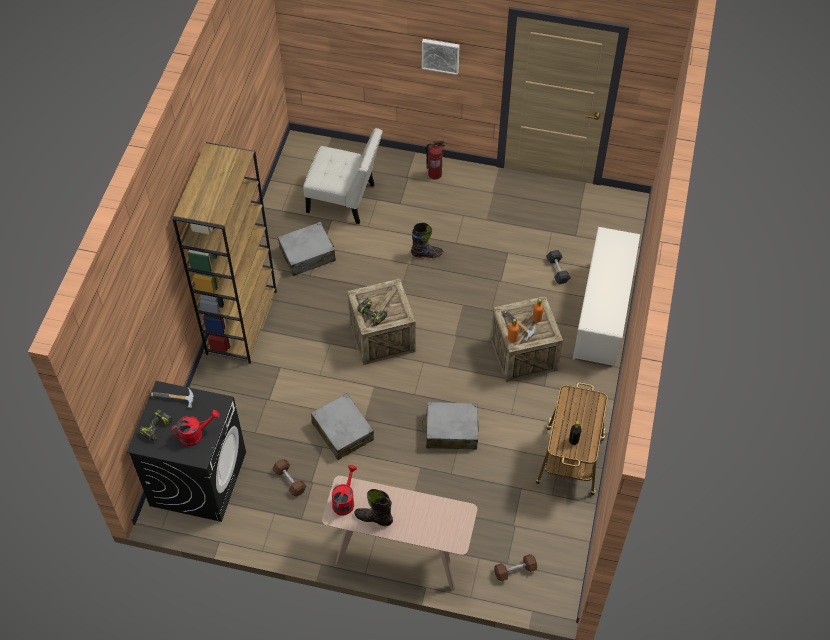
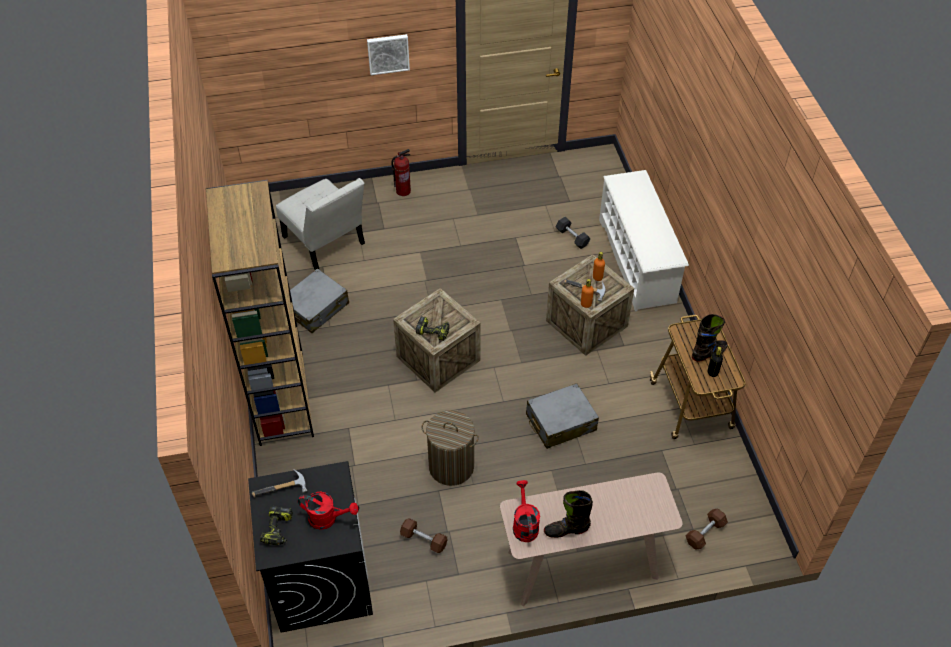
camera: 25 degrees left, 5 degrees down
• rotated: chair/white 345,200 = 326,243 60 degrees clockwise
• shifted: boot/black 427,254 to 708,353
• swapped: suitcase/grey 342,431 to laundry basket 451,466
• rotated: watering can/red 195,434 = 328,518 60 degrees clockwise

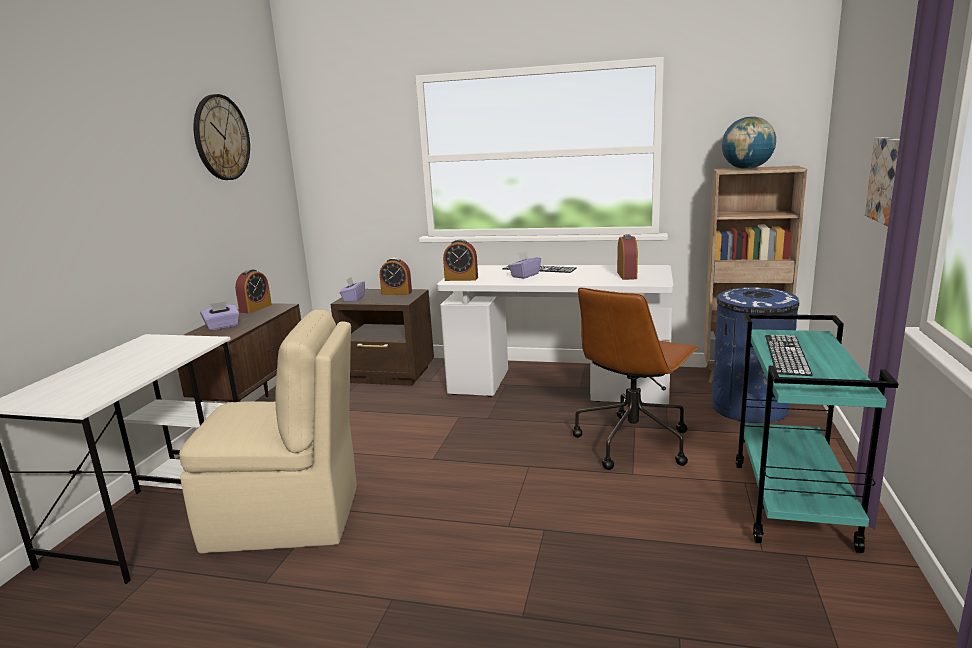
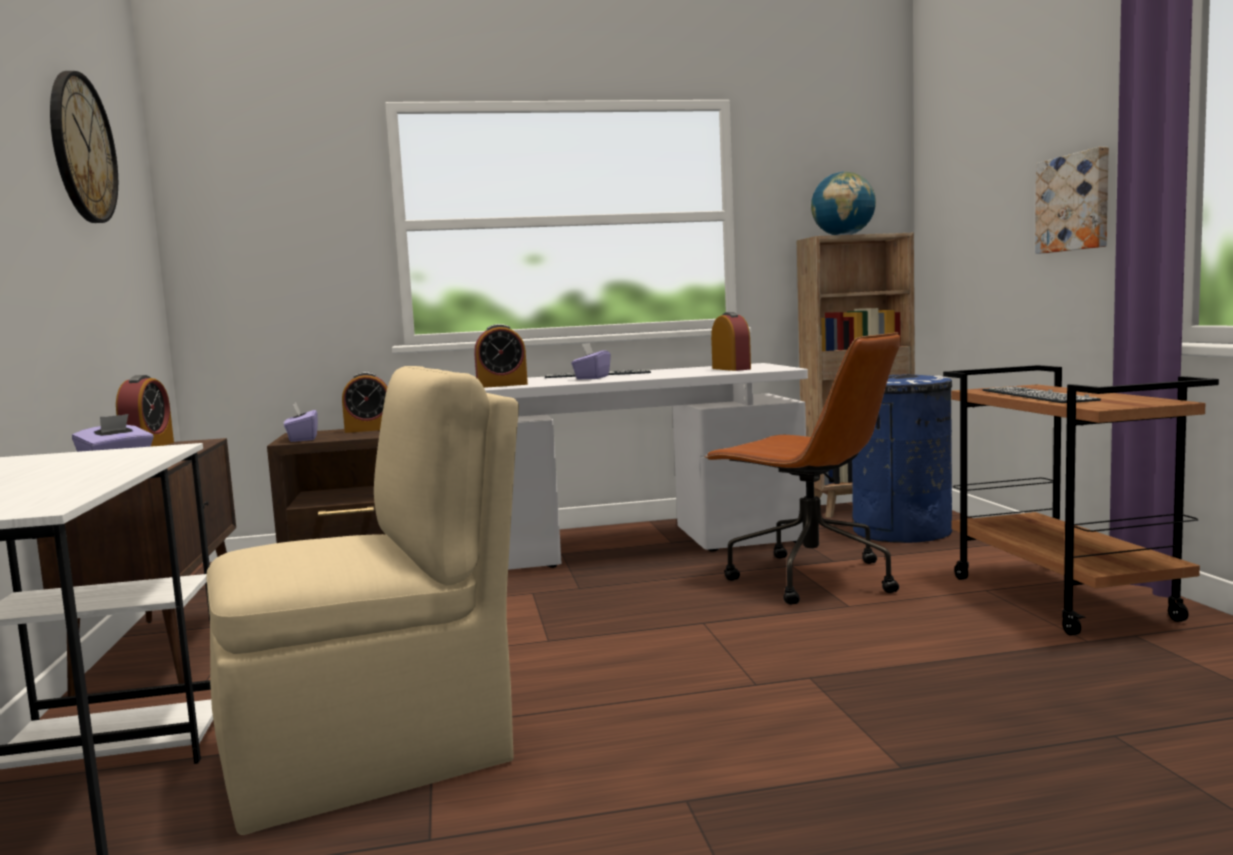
camera: 25 degrees left, 10 degrees down
• rotated: office chair/brown 633,442 = 809,578 60 degrees counterclockwise
• repainted: cart/turquoise 793,505 to cart/brown 1063,599

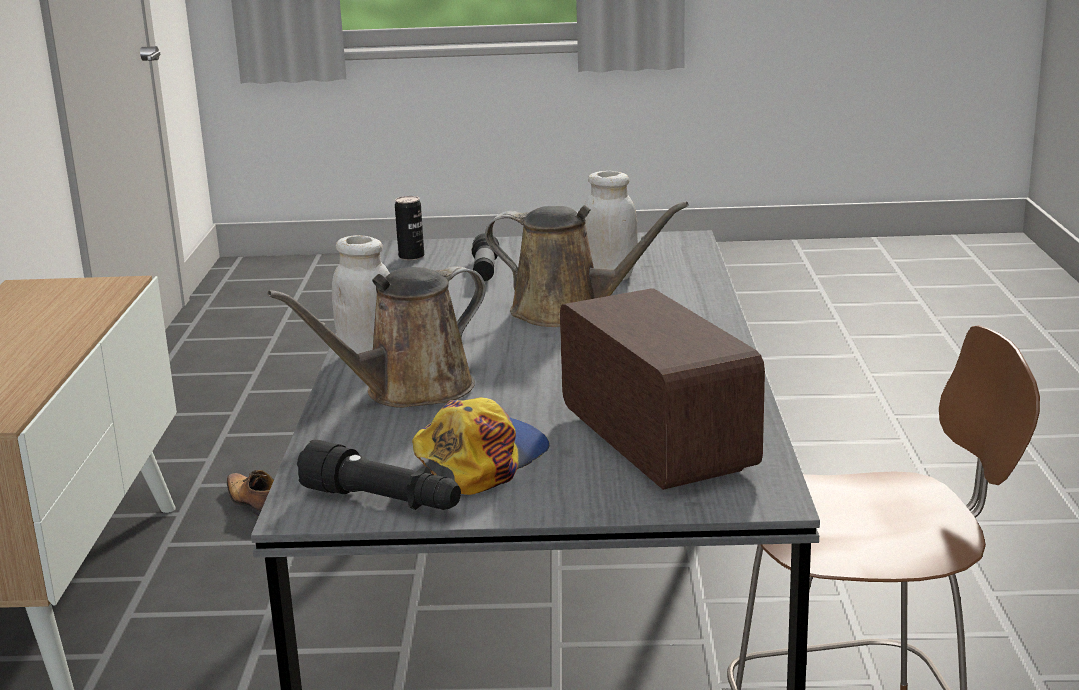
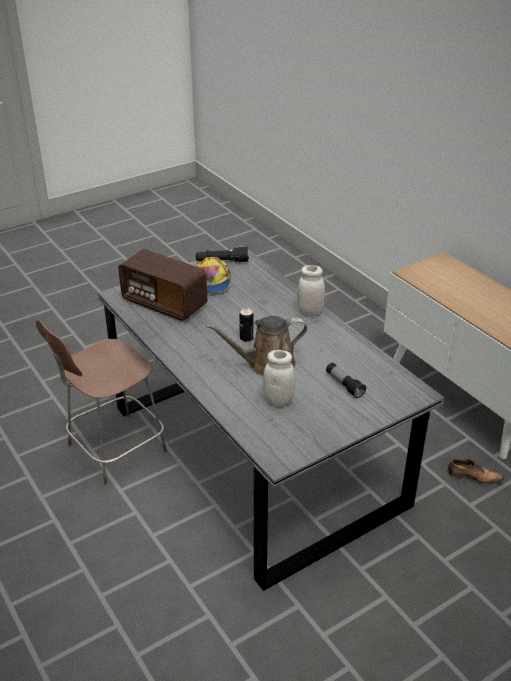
camera: 145 degrees right, 15 degrees up
• shifted: can 411,257 to 246,338
• gone: watering can/brown 409,391

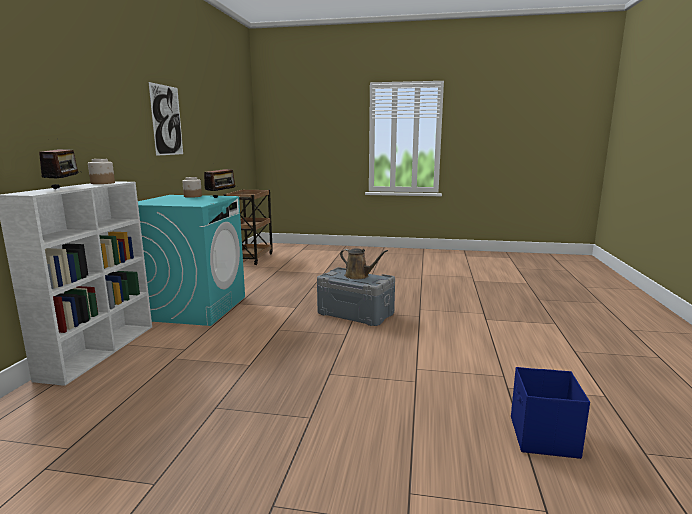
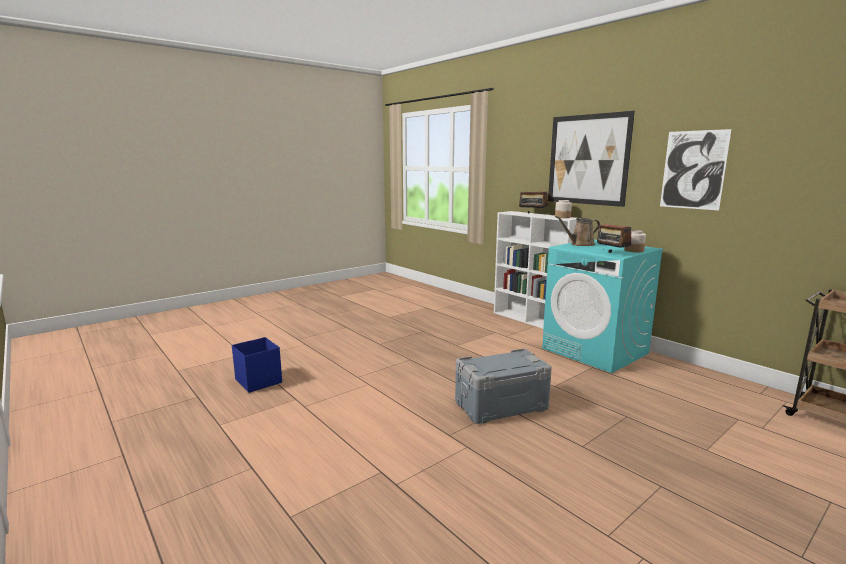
camera: 130 degrees right, 0 degrees up
• shifted: watering can/brown 359,276 to 580,244
• new: picture 587,160

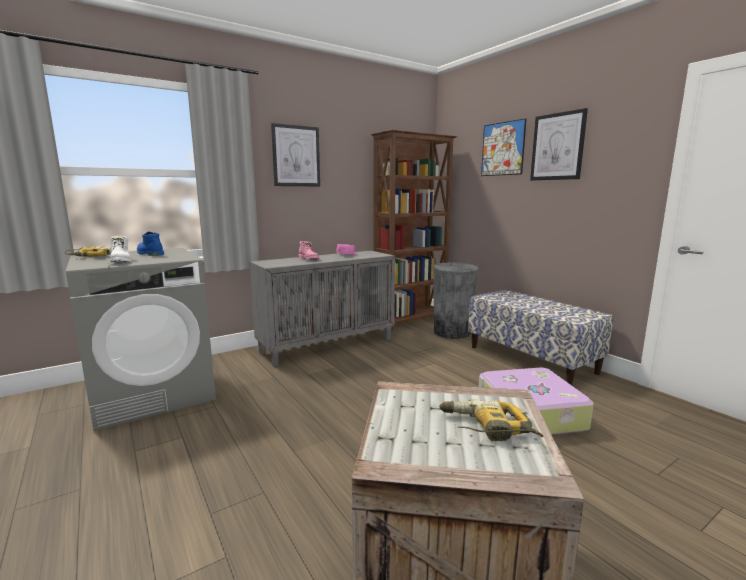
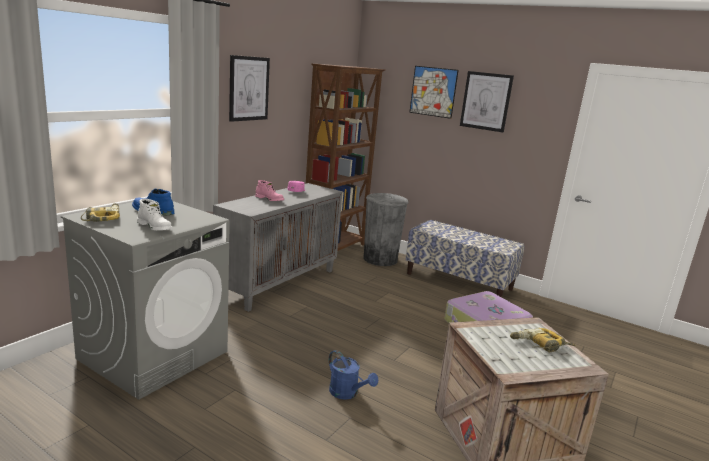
camera: 25 degrees left, 5 degrees up
• new: watering can/blue 347,393

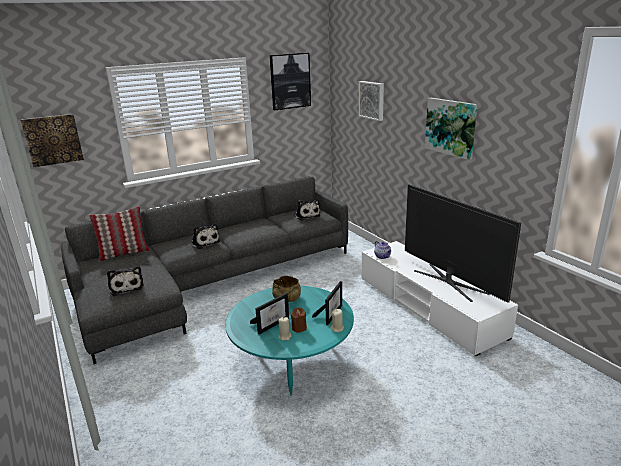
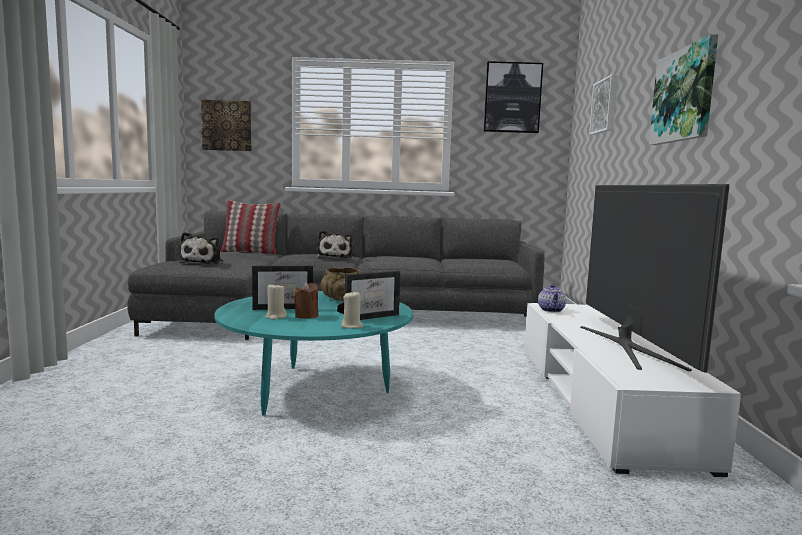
camera: 30 degrees right, 15 degrees down
• gone: plush toy 306,215

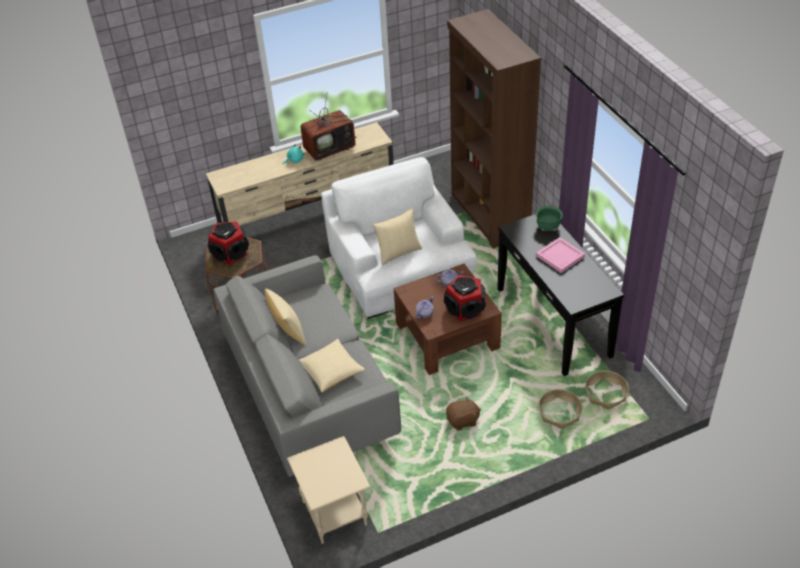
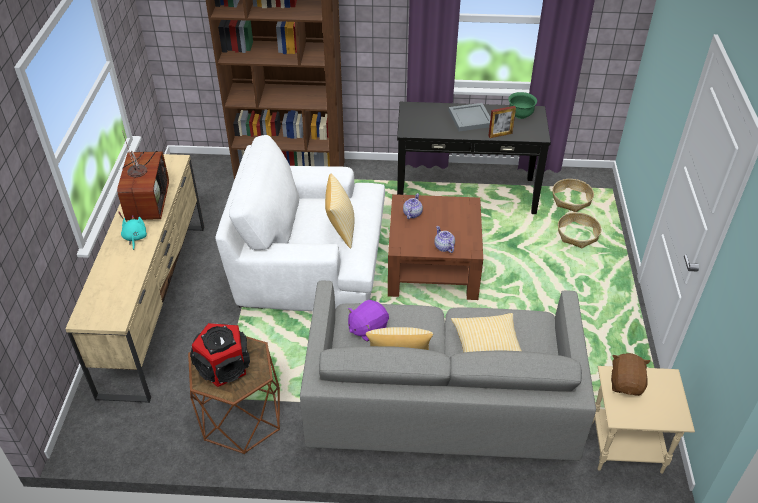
camera: 65 degrees left, 0 degrees up
• shifted: bowl/green 548,227 to 520,115
• repainted: tray/pink 560,257 to tray/grey 471,119
• gone: speaker 466,309
• shifted: plush toy/brown 463,421 to 626,383
• new: picture frame 500,135
• new: plush toy/purple 367,328

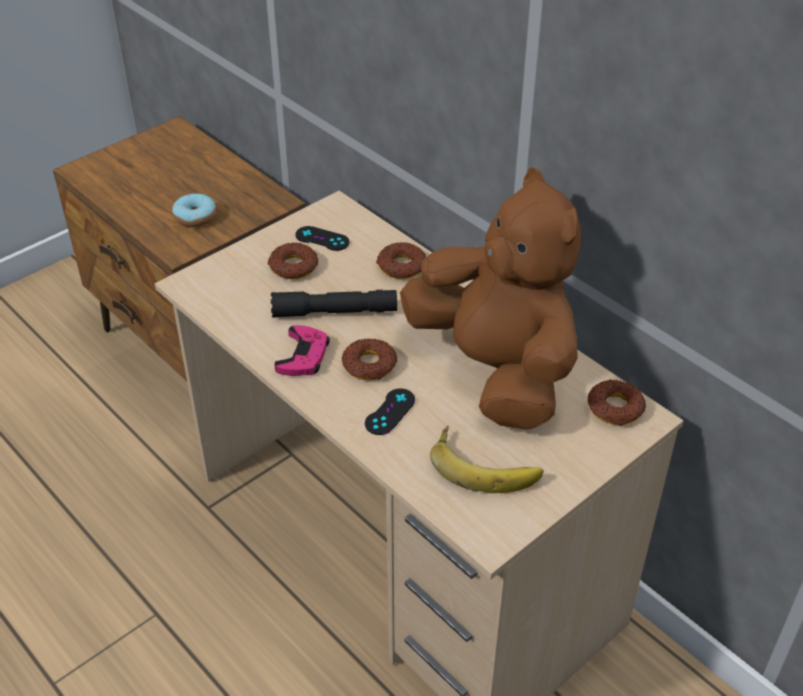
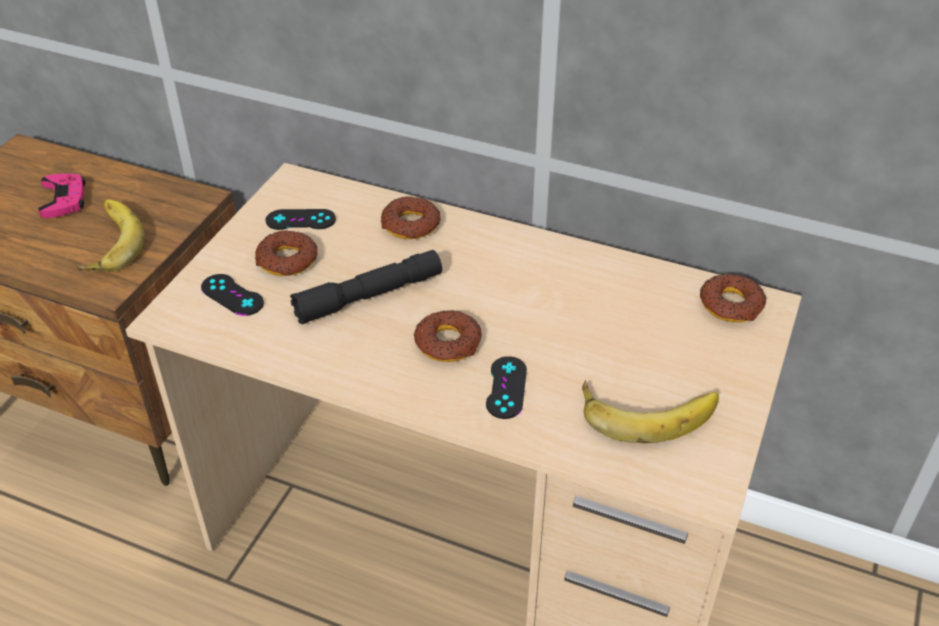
camera: 25 degrees left, 0 degrees up
• gone: plush toy/brown 495,370
• swapped: donut 195,217 to banana 108,242
• shifted: game controller/pink 303,356 to 64,199
• new: game controller/black 232,295

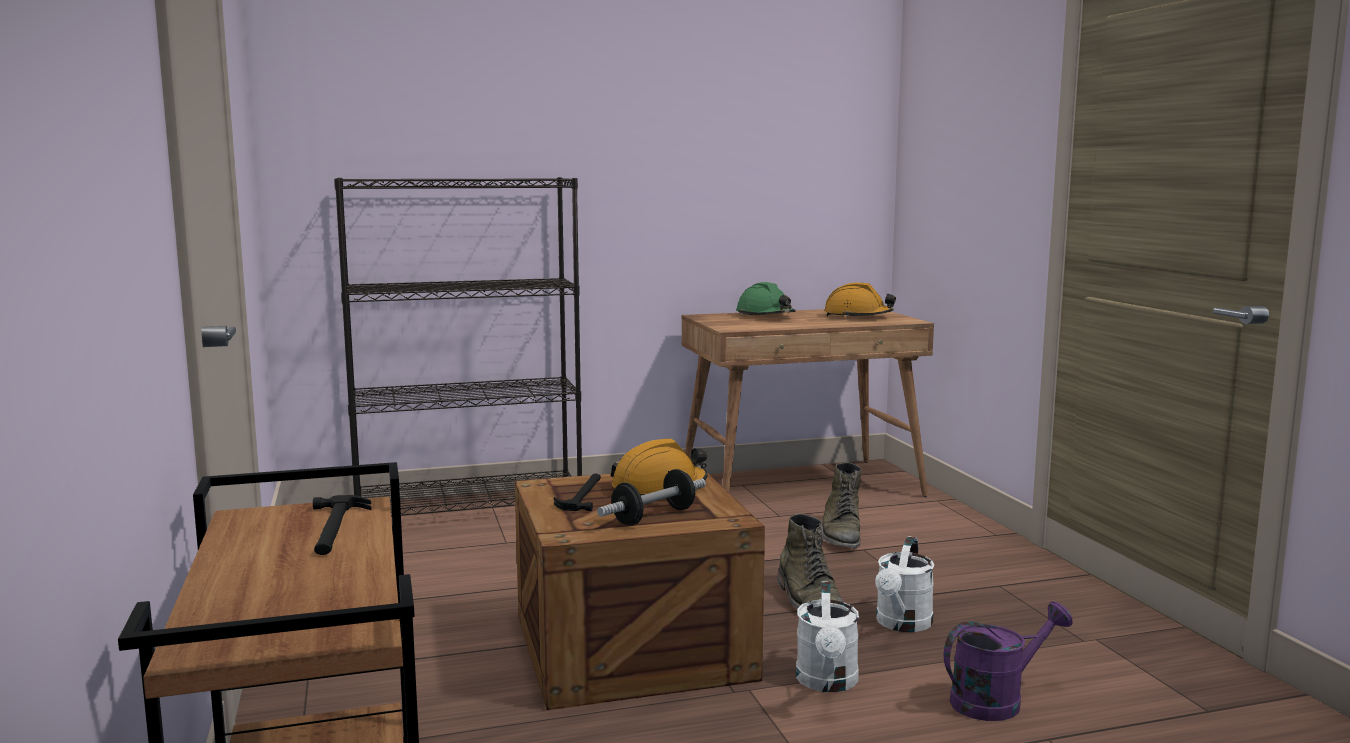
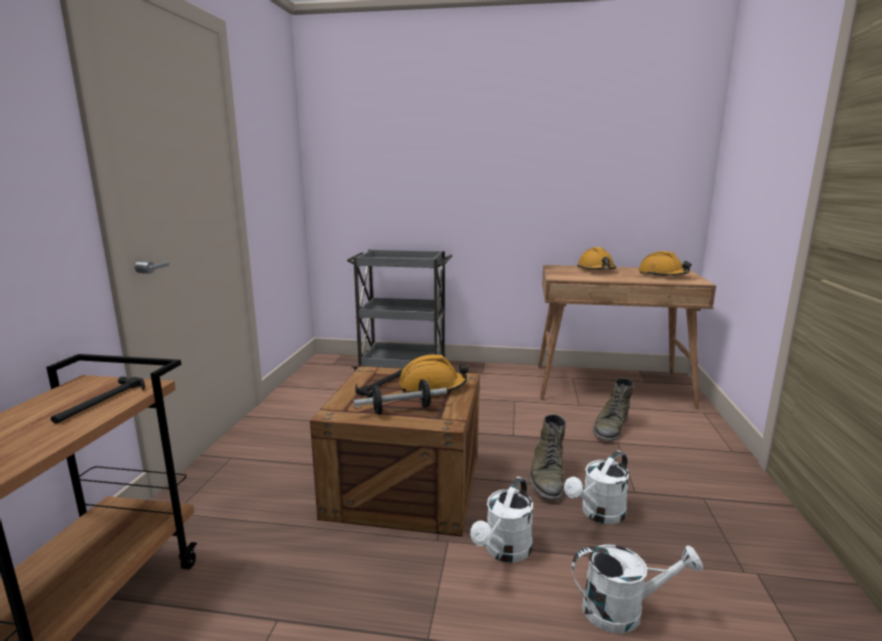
camera: 25 degrees right, 5 degrees up
• swapped: bookcase/black 470,508 to cart/grey 403,367
• repainted: hard hat/green 765,316 to hard hat/orange 596,270
• repainted: watering can/purple 996,700 to watering can/white 623,610

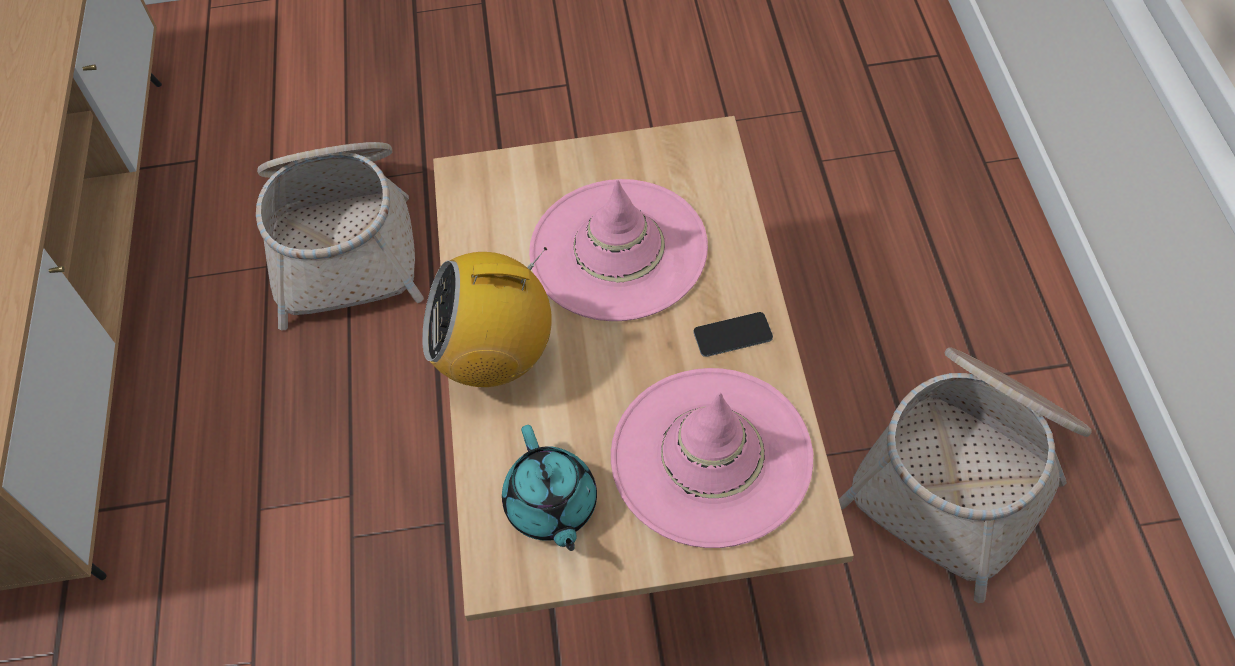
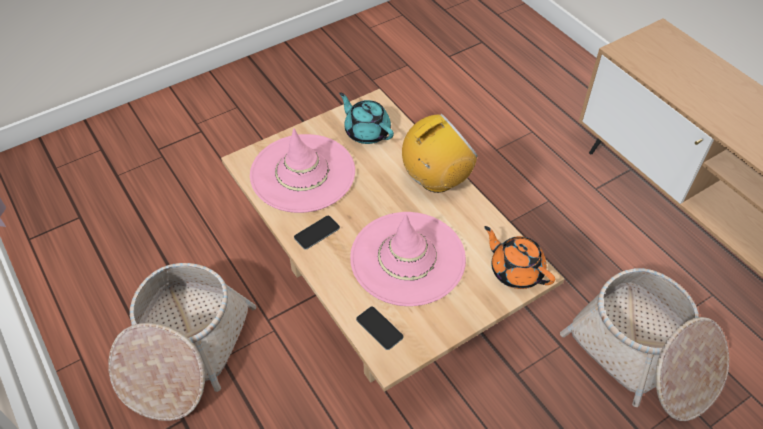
camera: 150 degrees right, 5 degrees down
• new: teapot/orange 515,270
• new: phone 379,328

